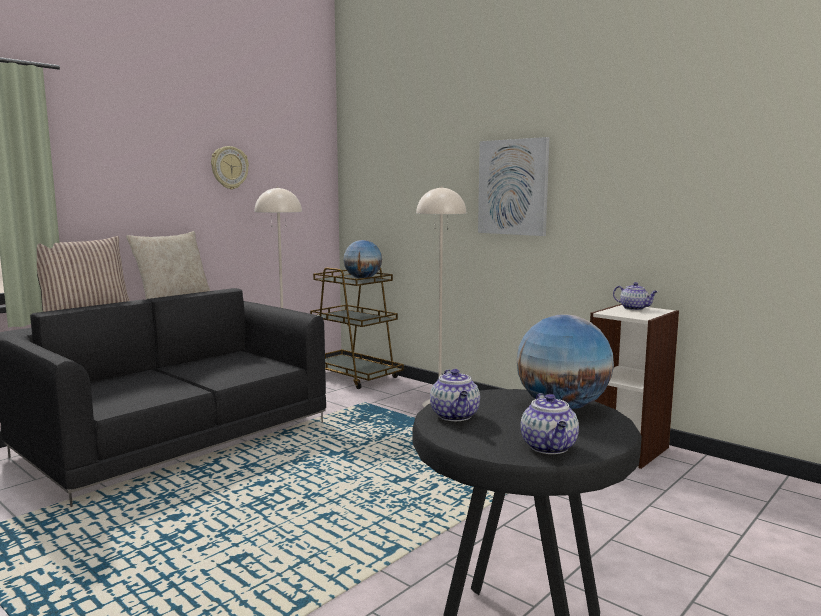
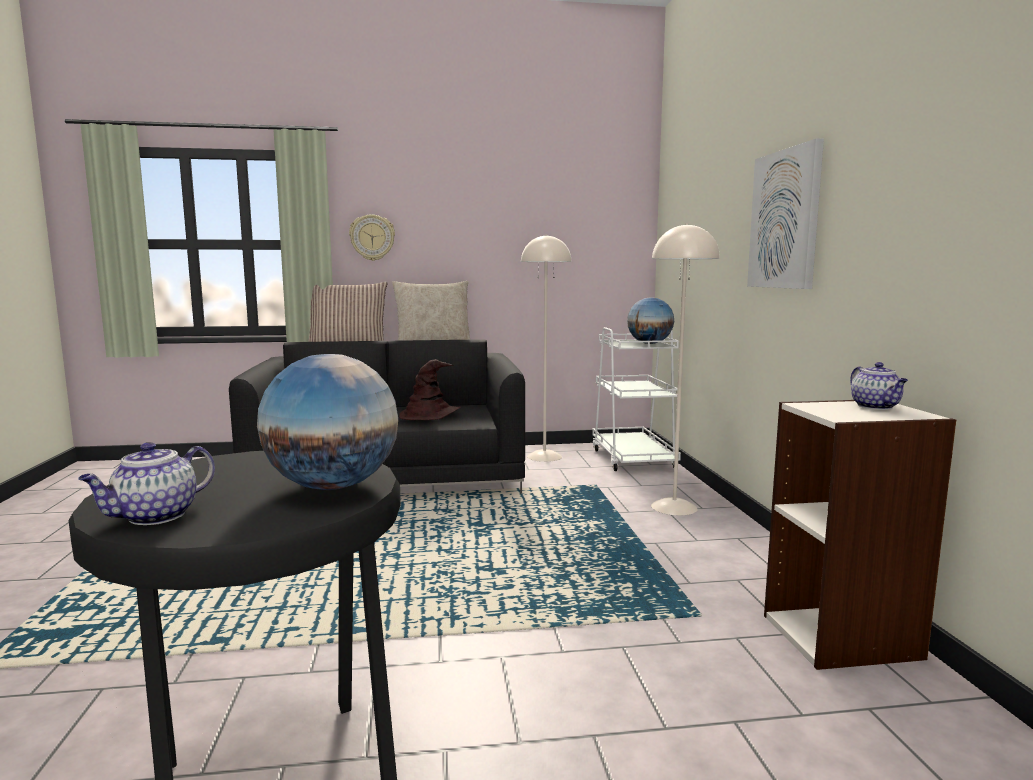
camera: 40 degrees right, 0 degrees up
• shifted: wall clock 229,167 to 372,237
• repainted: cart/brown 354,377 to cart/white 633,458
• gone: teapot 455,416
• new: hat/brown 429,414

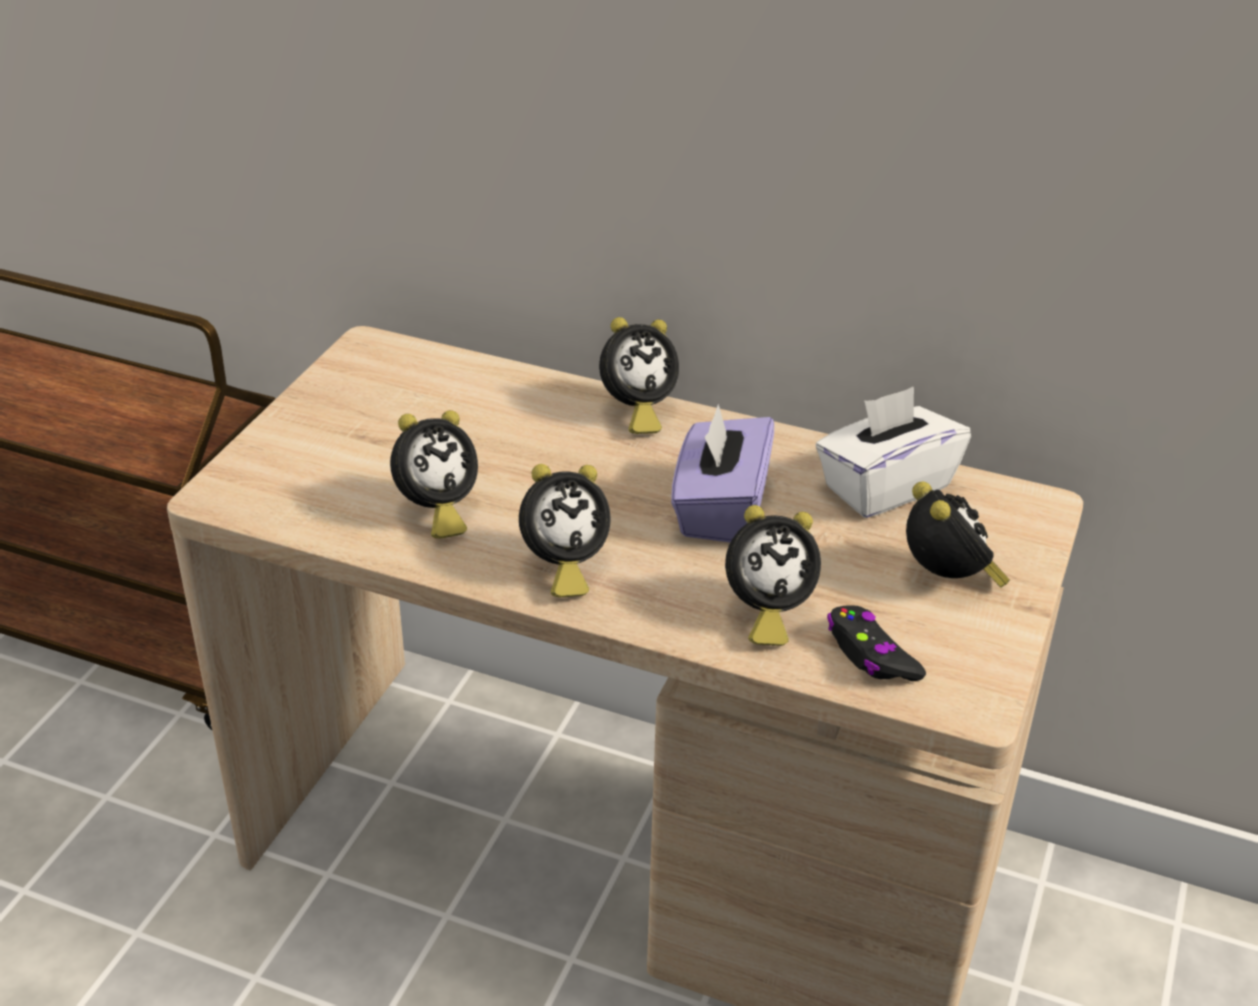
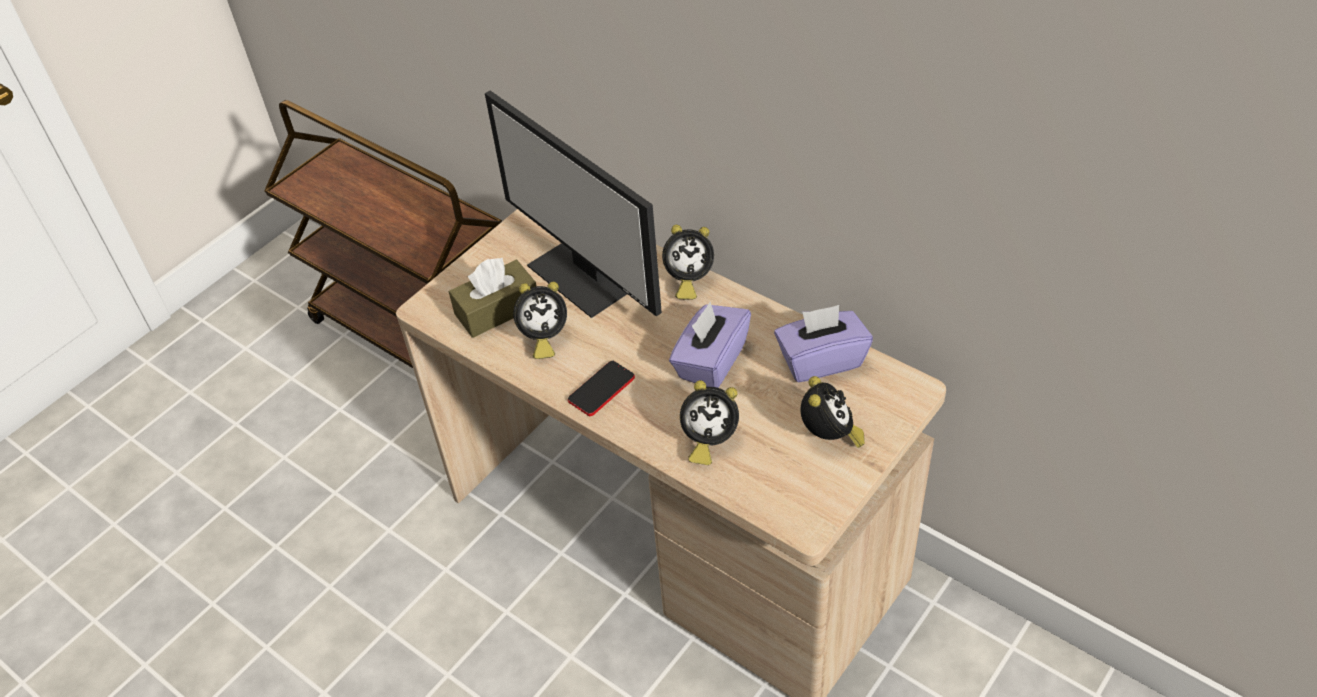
camera: 20 degrees right, 10 degrees up
• repainted: tissue box/white 885,487 to tissue box/purple 821,360
• swapped: alarm clock 562,568 to phone 601,389
• gone: game controller/black 870,655
• new: monitor 585,275
• new: tissue box/brown 497,310

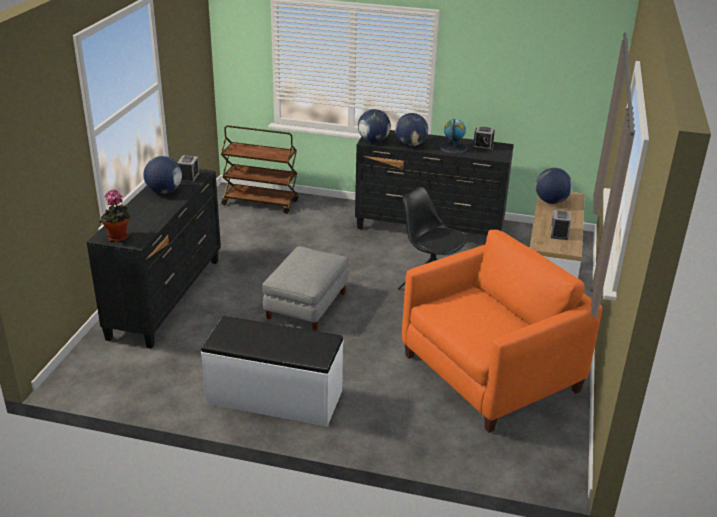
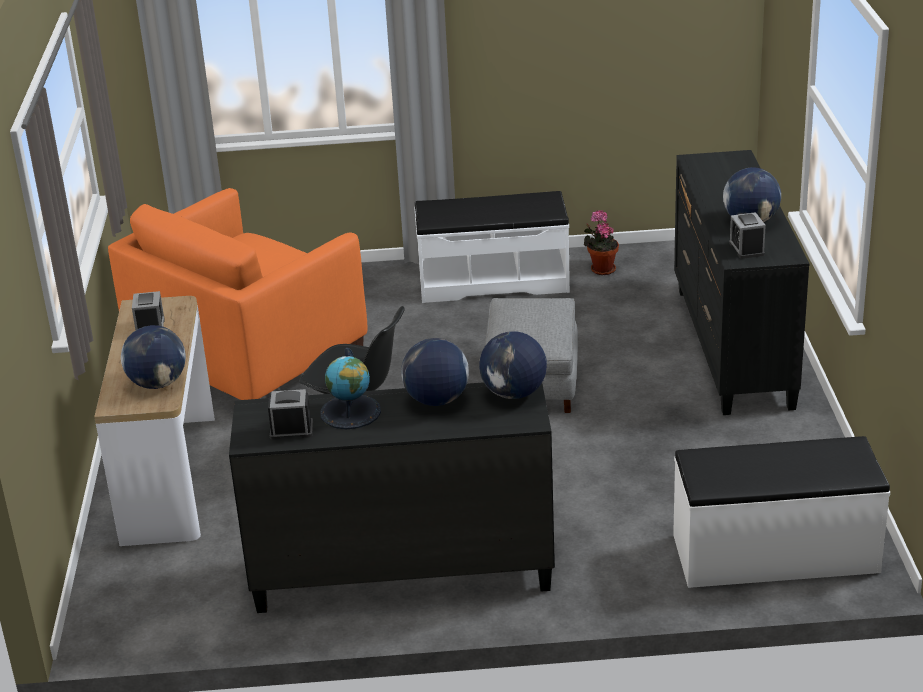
camera: 165 degrees right, 0 degrees up
• swapped: cart/brown 261,203 to bench/white 775,554
• shifted: potted plant 118,238 to 601,269

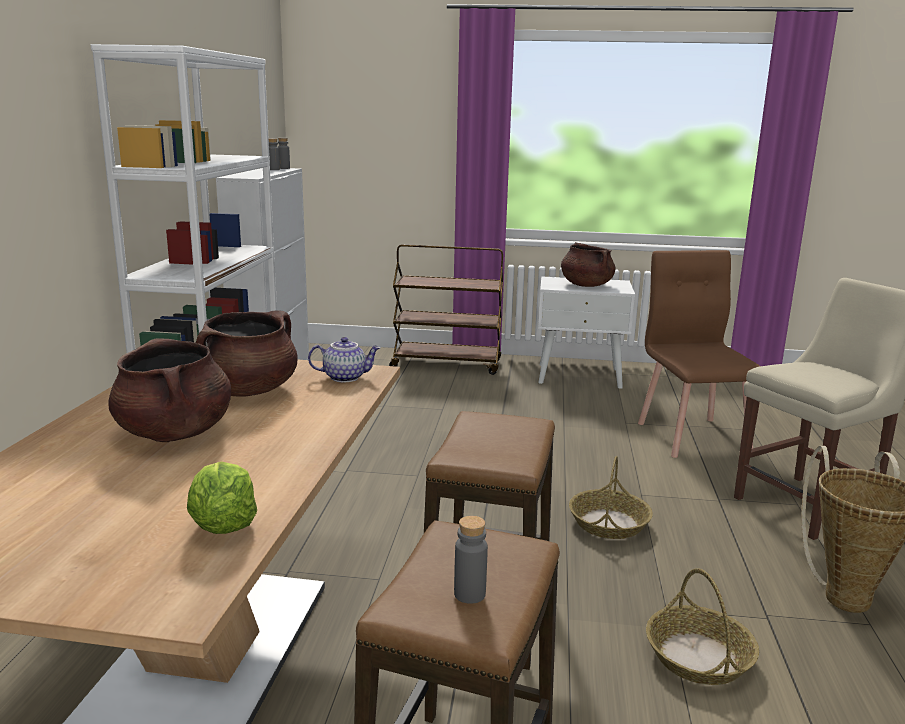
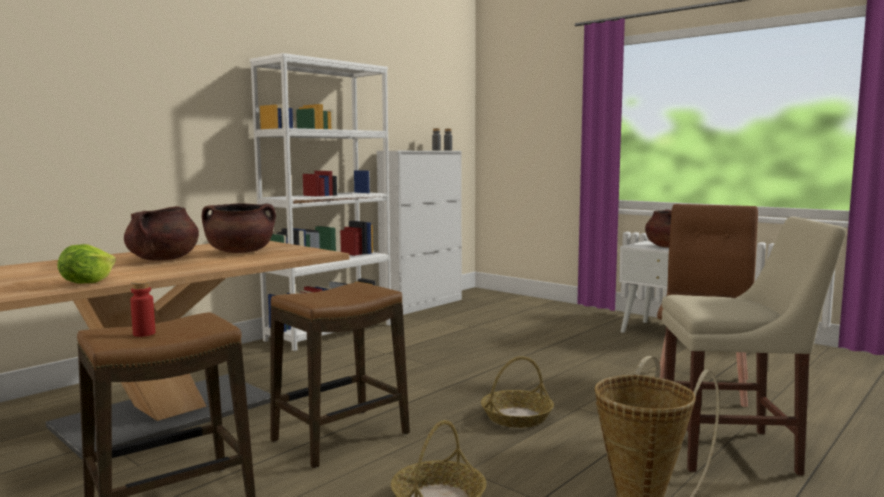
camera: 35 degrees right, 10 degrees down
• gone: cart/brown 447,364
• gone: teapot 345,377
• repainted: bottle/grey 469,594 to bottle/red 144,334

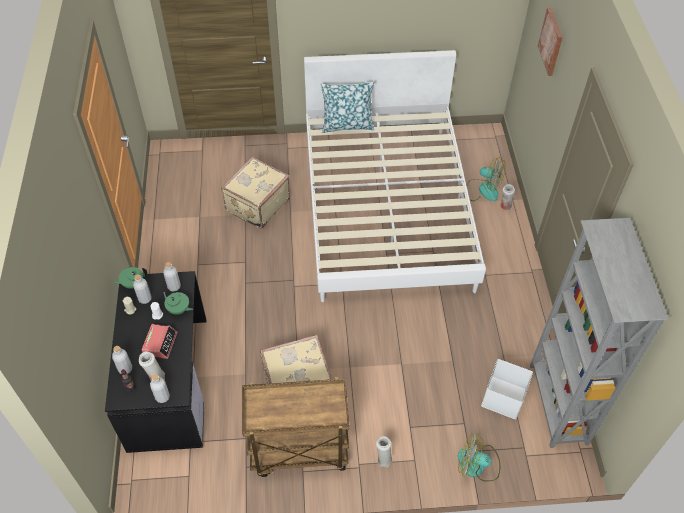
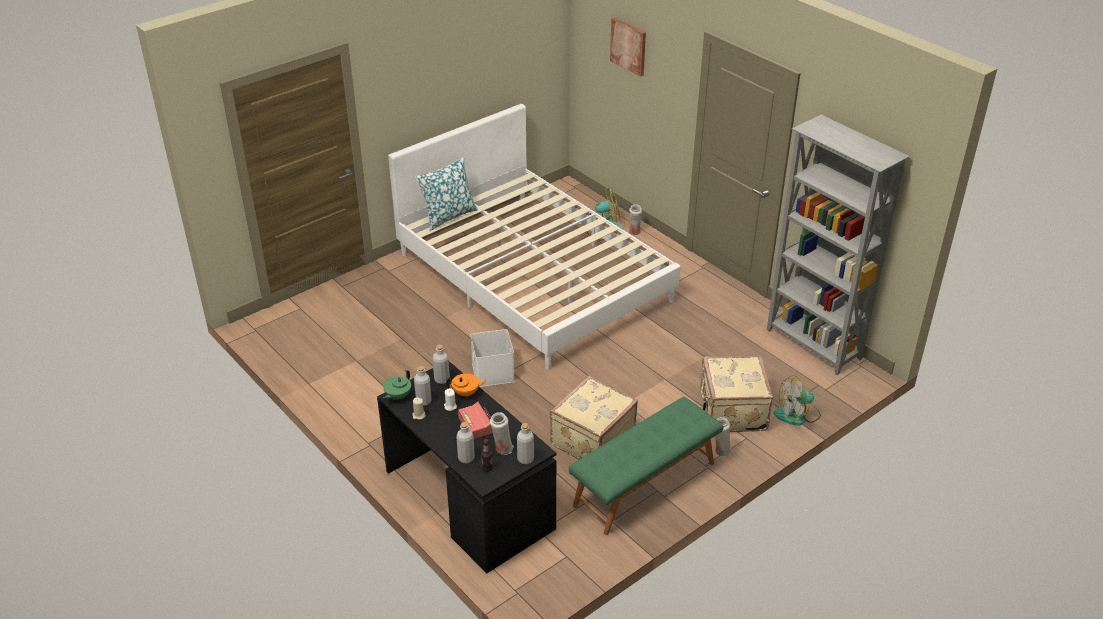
camera: 35 degrees left, 15 degrees down
• shifted: suitcase/beige 256,204 to 731,411
• repainted: teapot/green 179,309 to teapot/orange 466,393
• shifted: storage box/white 503,396 to 492,372
• swapped: cart/brown 298,451 to bench/green 645,485

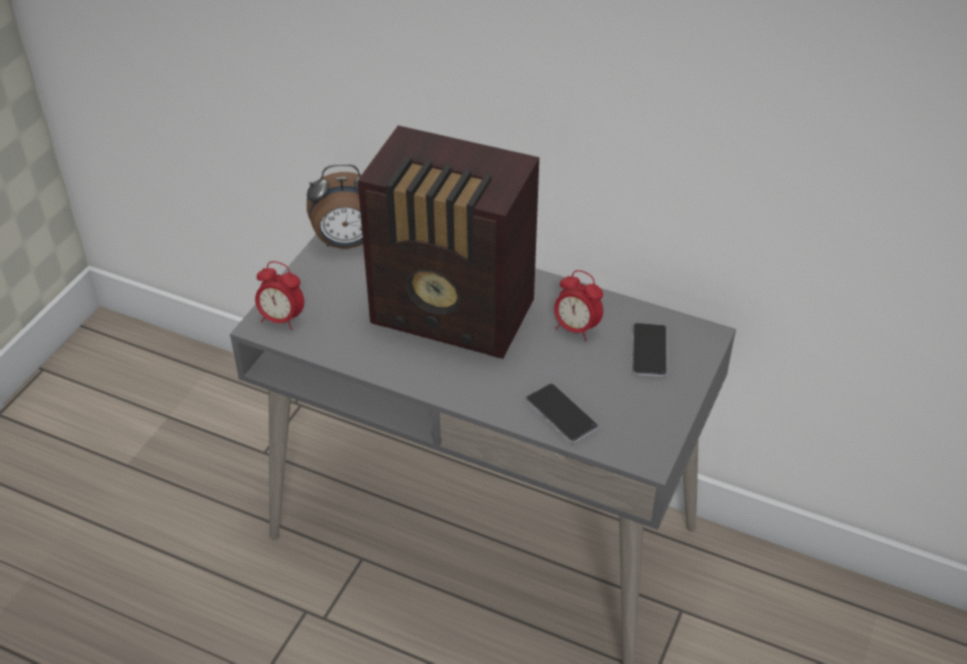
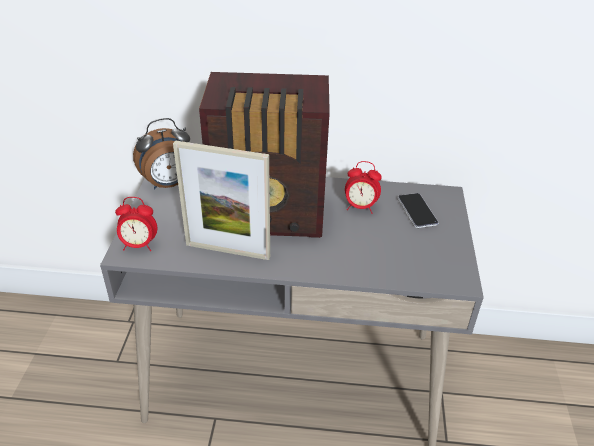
camera: 20 degrees left, 5 degrees down
• gone: phone 561,414
• new: picture frame 227,250

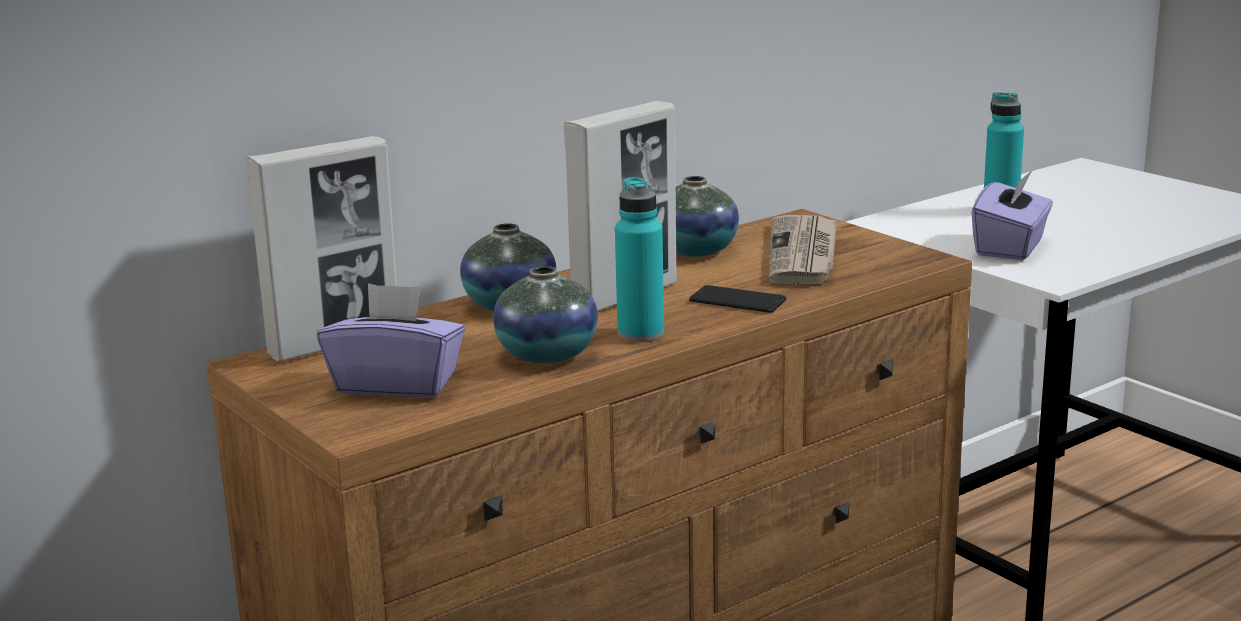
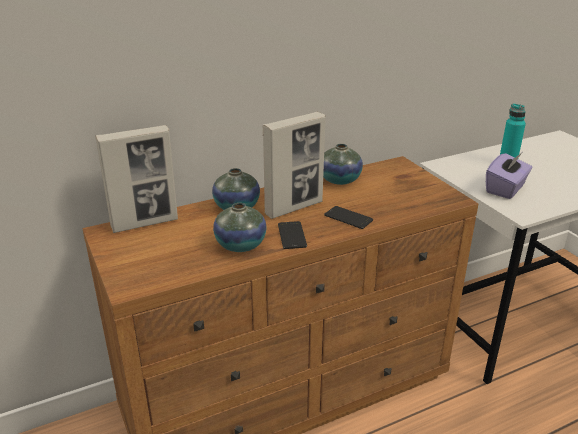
camera: 10 degrees right, 10 degrees up
• swapped: bottle/turquoise 640,333 to phone 292,235
• gone: newspaper 804,254
• gone: tissue box/purple 397,384

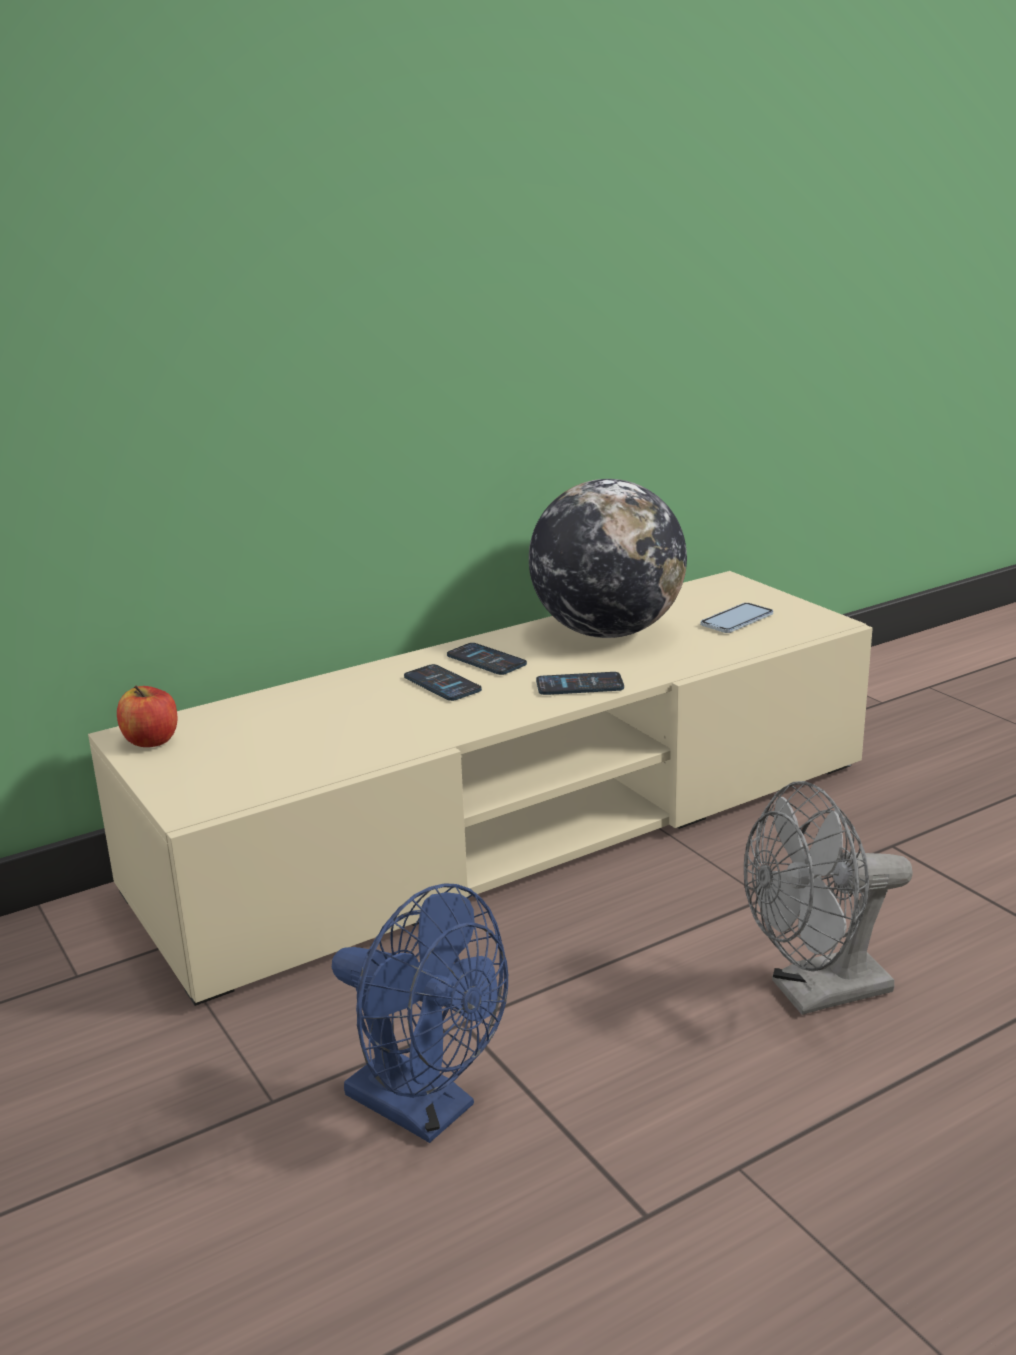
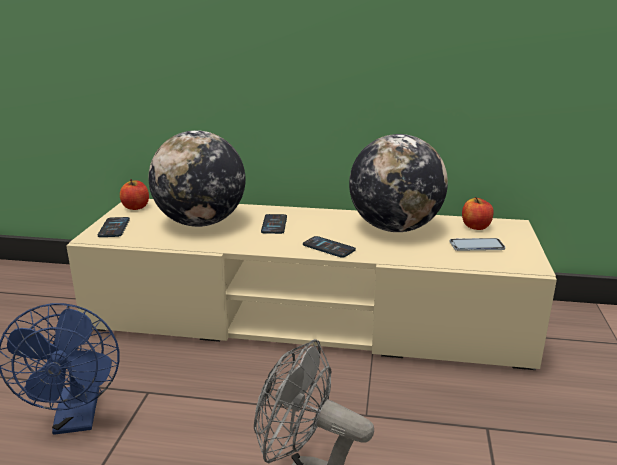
camera: 40 degrees right, 0 degrees up
• shifted: phone 486,660 to 114,228
• new: globe 201,223
• new: apple 476,227

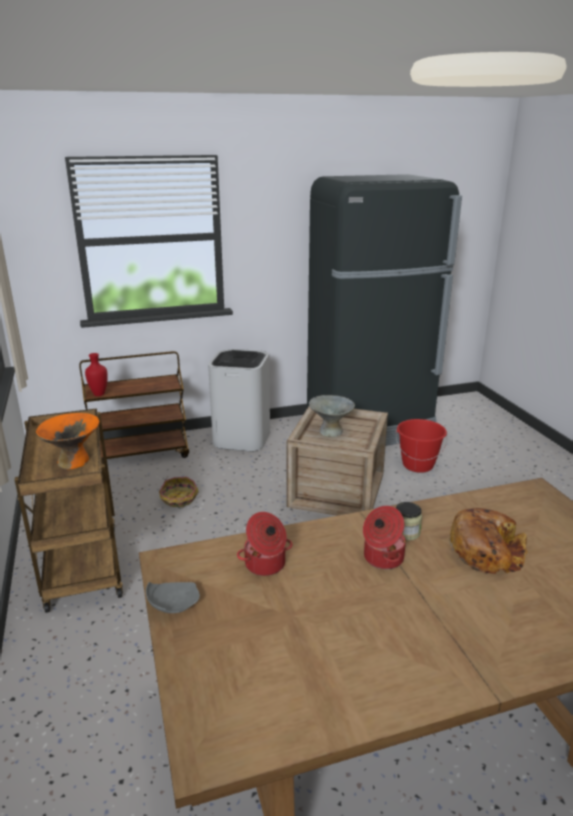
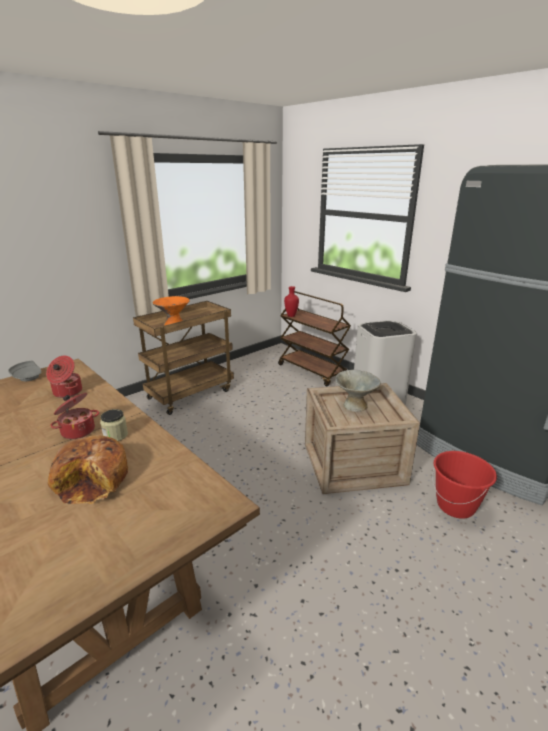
camera: 65 degrees right, 0 degrees up
• gone: basket 179,499

